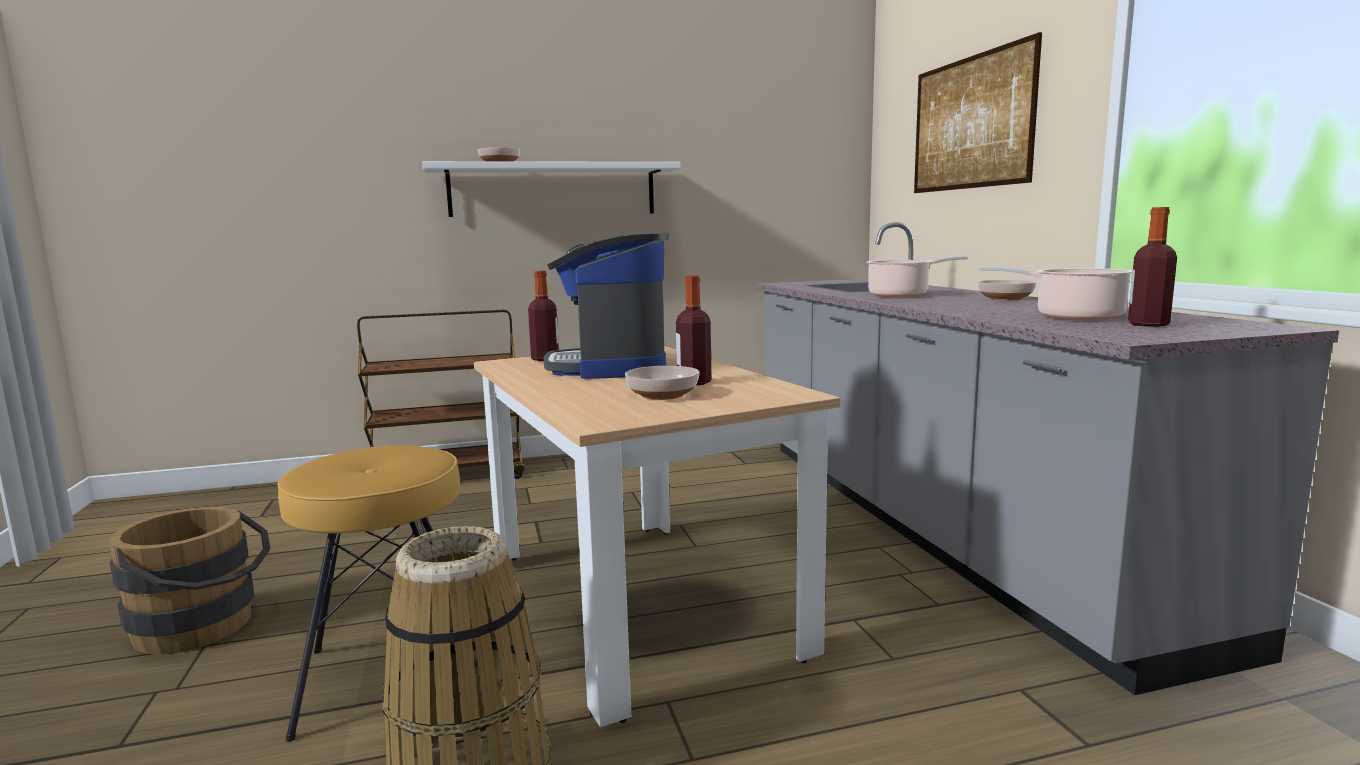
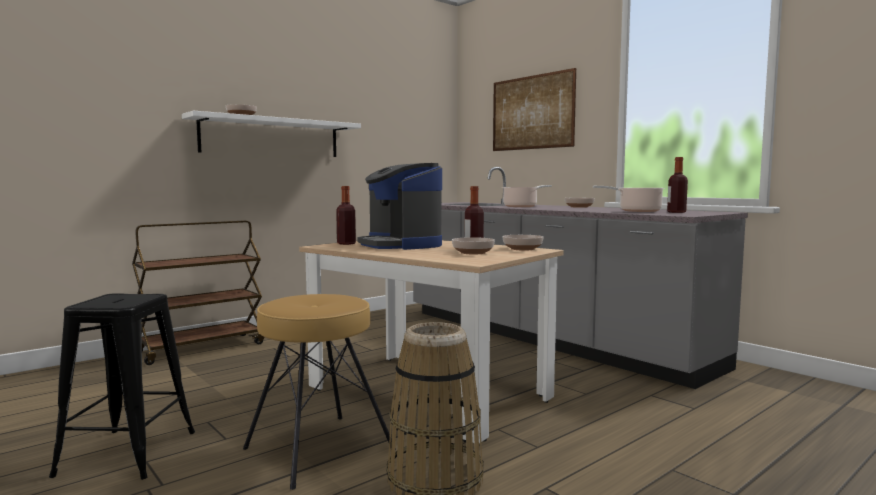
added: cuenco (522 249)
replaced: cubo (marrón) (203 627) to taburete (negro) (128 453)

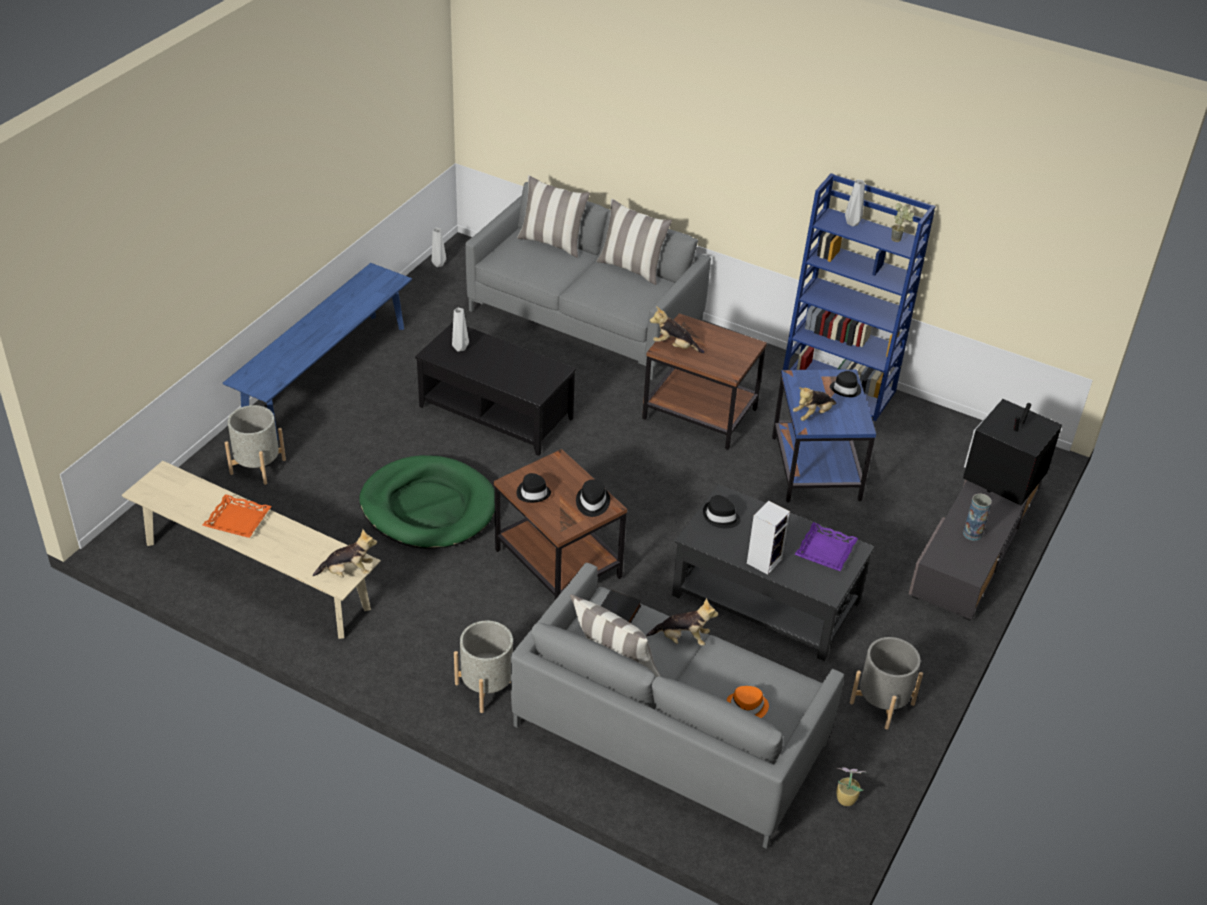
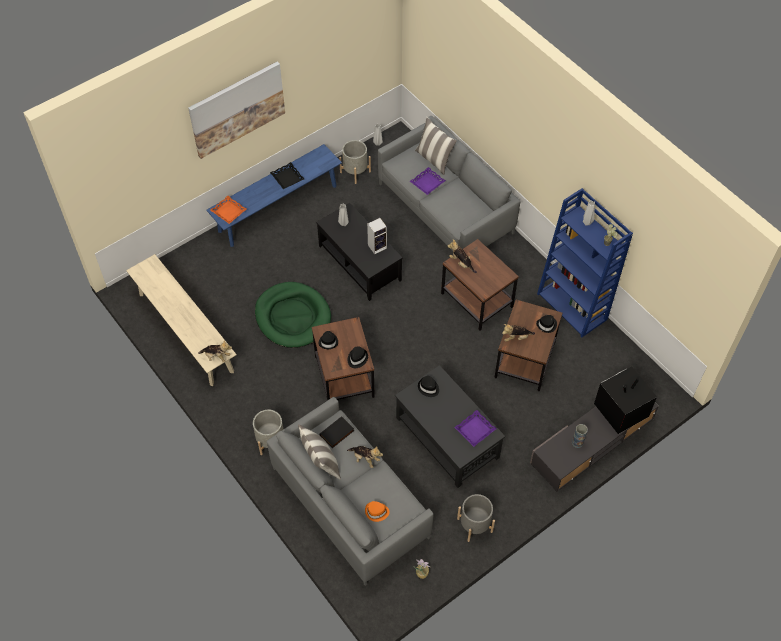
removed: cojín (631 268)
added: cuadro (237 109); bandeja (negro) (287 178); bandeja (morado) (427 183)
moved: bandeja (naranja) (237 521) to (228 212); maceta (gris) (258 466) to (355 172); altavoz (764 560) to (377 246)
recoloured: mesa auxiliar (azul) (816 469) to mesa auxiliar (marrón) (525 360)

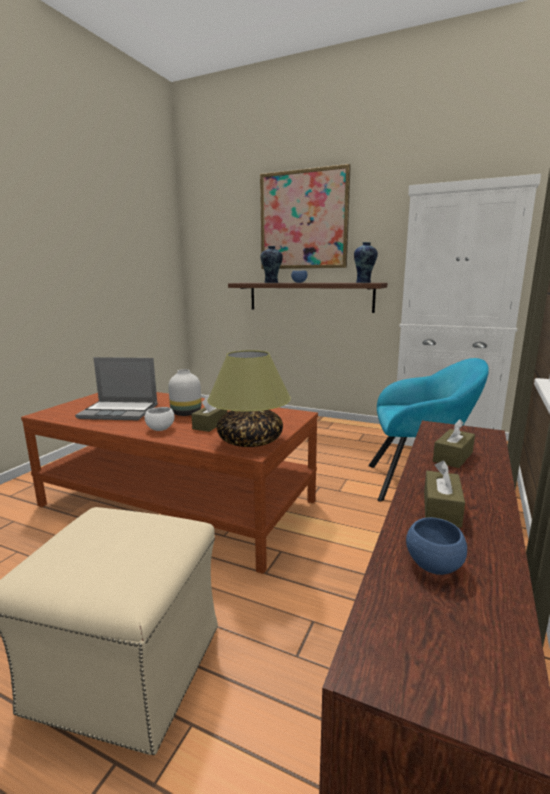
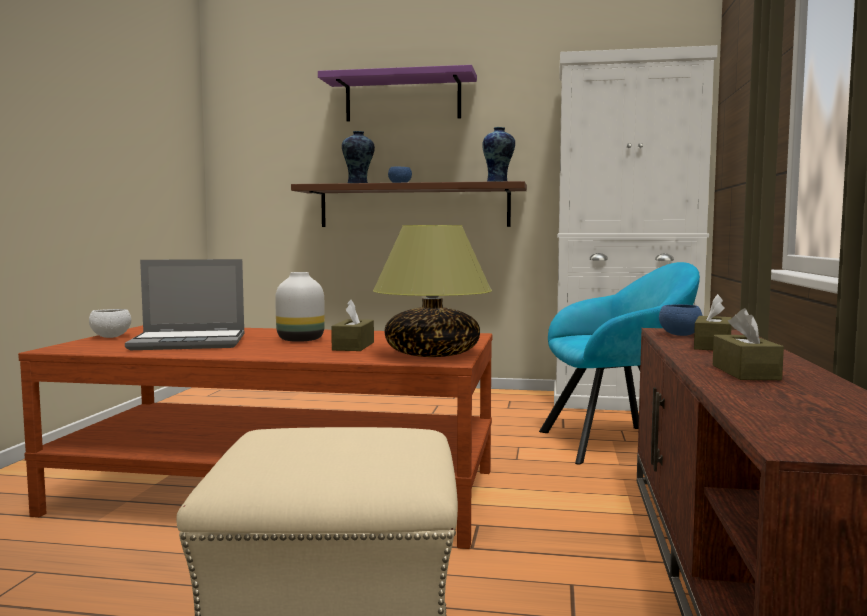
moved: cuenco (blanco) (160 429) to (111 337); cuenco (azul) (433 565) to (679 335)
replaced: cuadro (303 220) to estante (morado) (403 98)

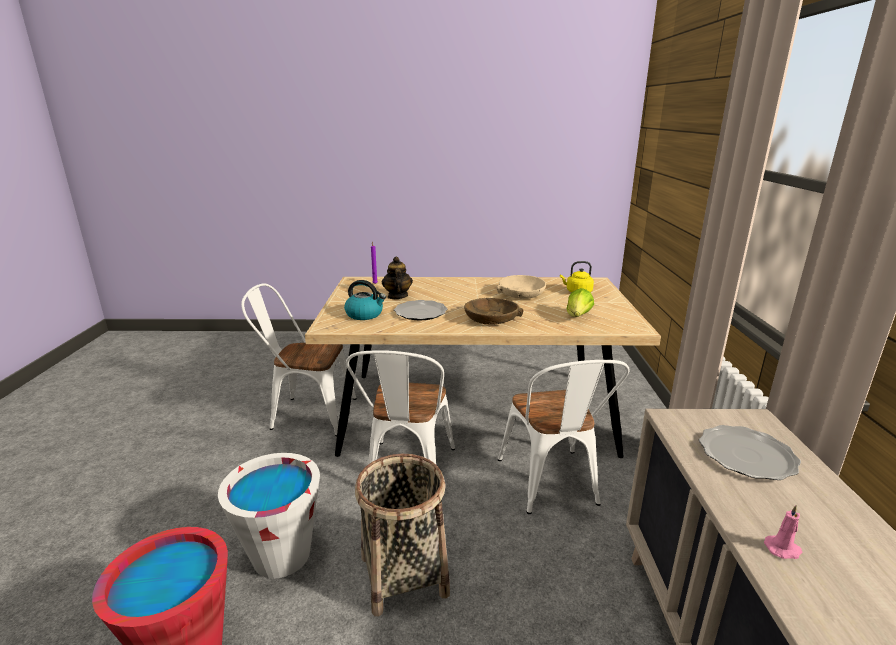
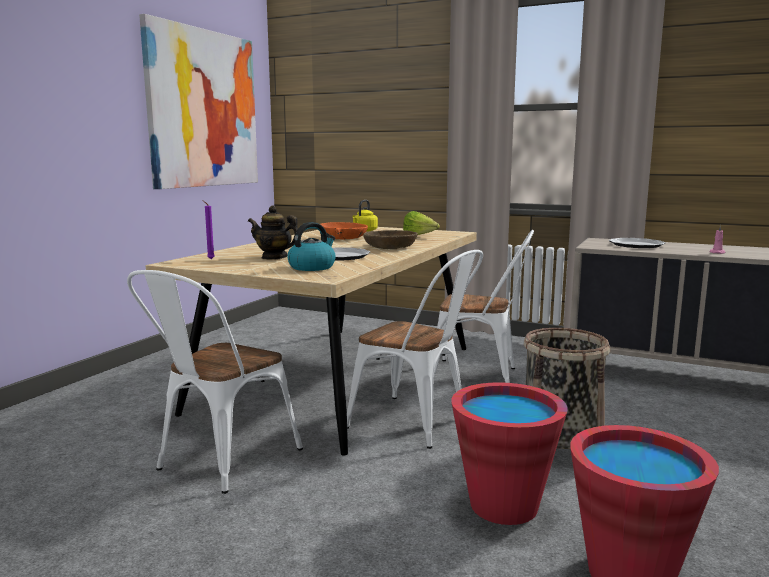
added: cuadro (203 109)
recoloured: cubo (blanco) (282 555) to cubo (rojo) (503 505); cuenco (beis) (521 294) to cuenco (naranja) (343 238)

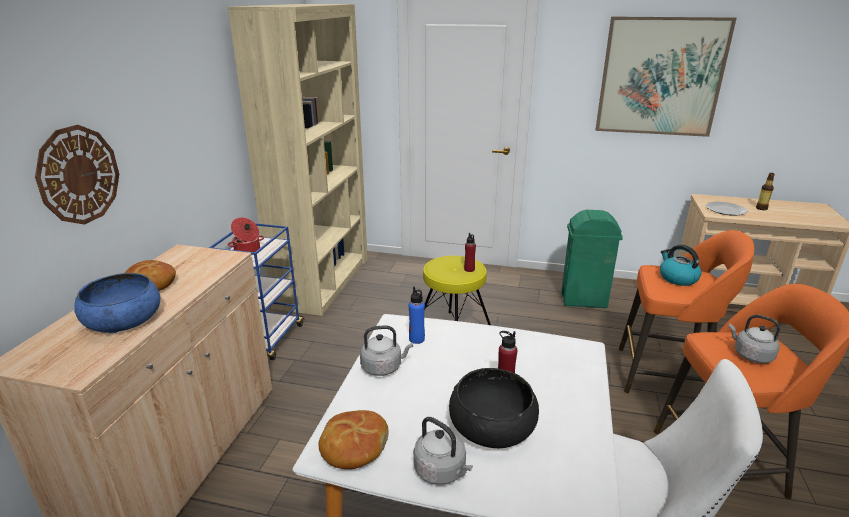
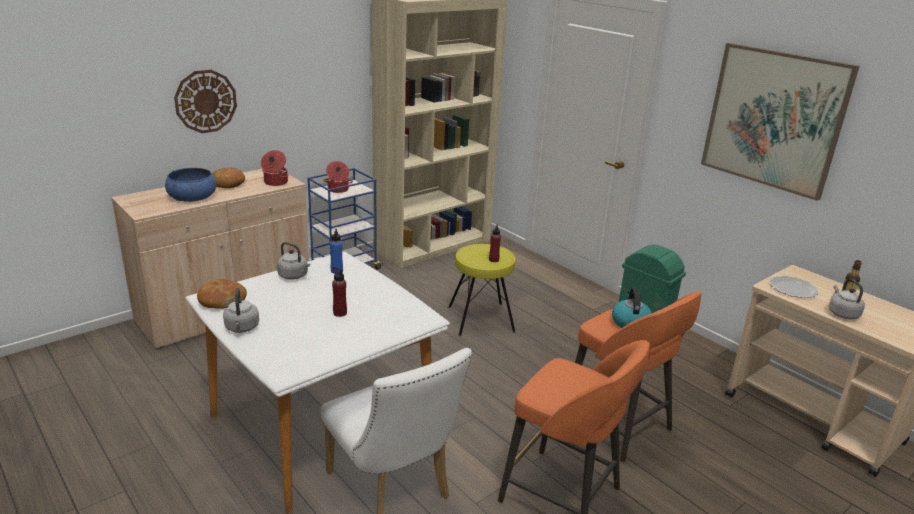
removed: cuenco (negro) (492 425)
added: olla (275 182)
moved: hervidor (gris) (750 355) to (842 313)

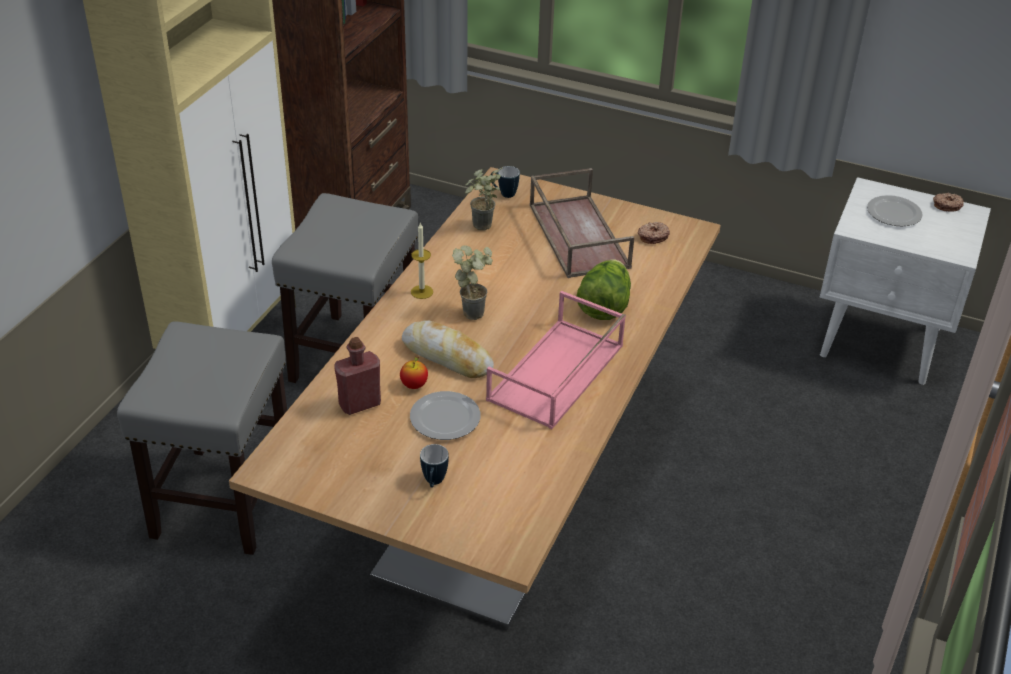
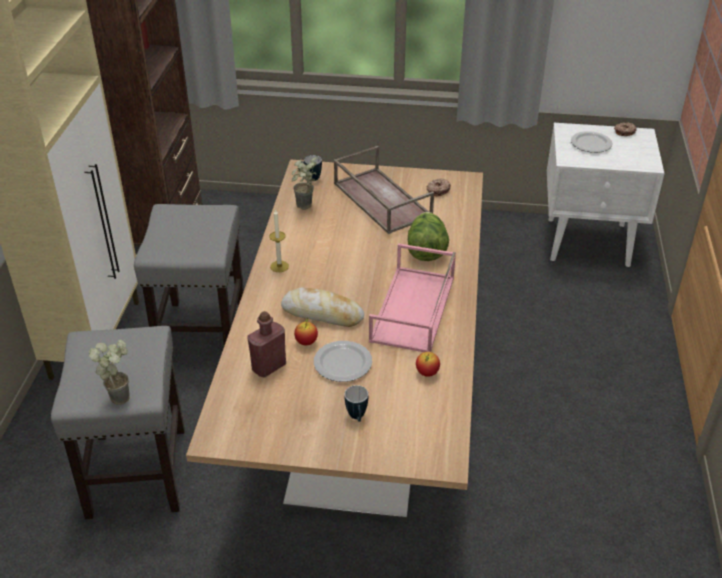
added: manzana (427 373)
moved: planta en maceta (474 310) to (120 394)

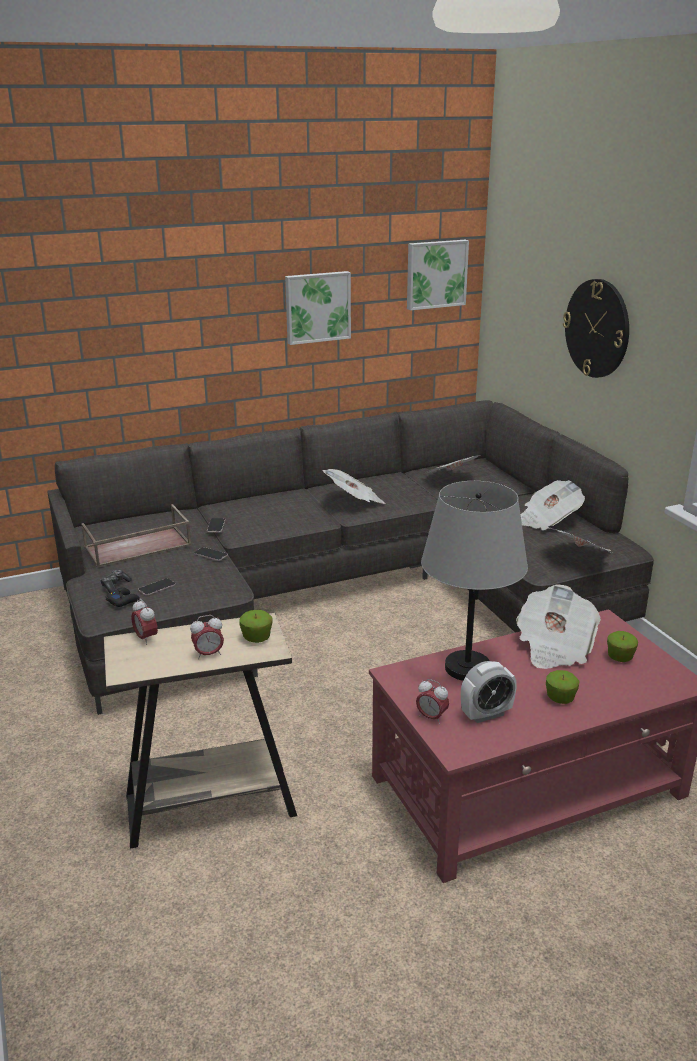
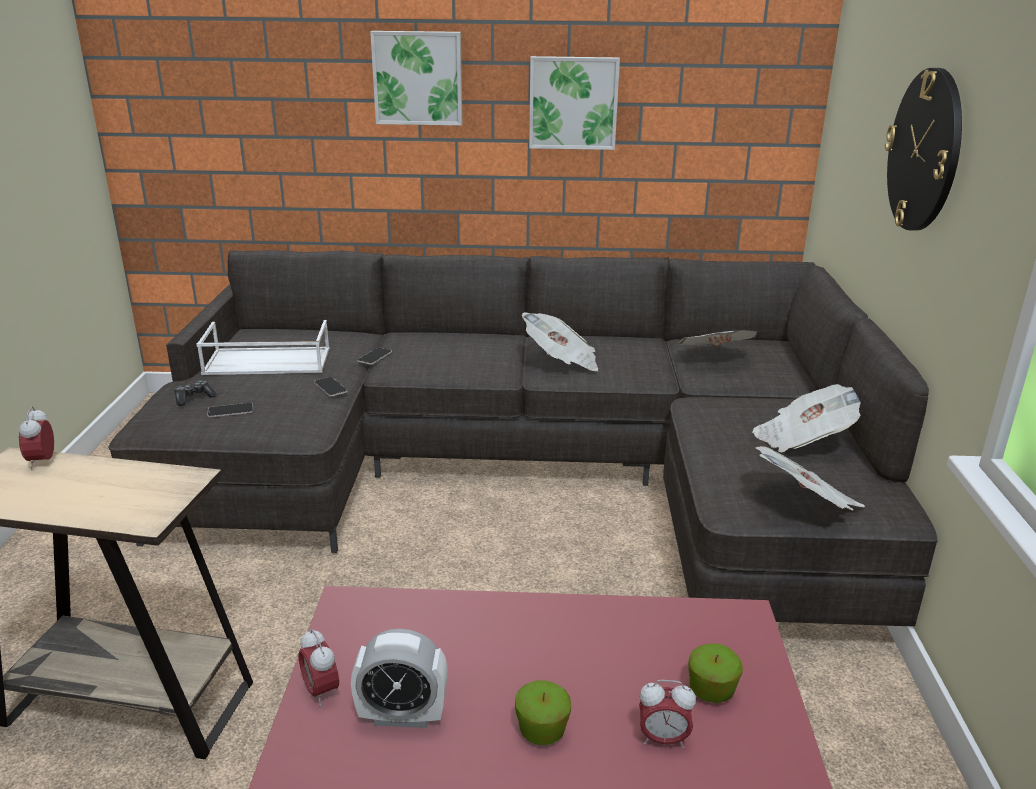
removed: mando de consola (negro) (123 601); manzana (257 638); lámpara de mesa (gris) (466 668); periódico (554 647)
moved: despertador (208 654) to (663 739); cuadro (435 274) to (418 78)
recoloured: bandeja (marrón) (137 547) to bandeja (blanco) (266 362)

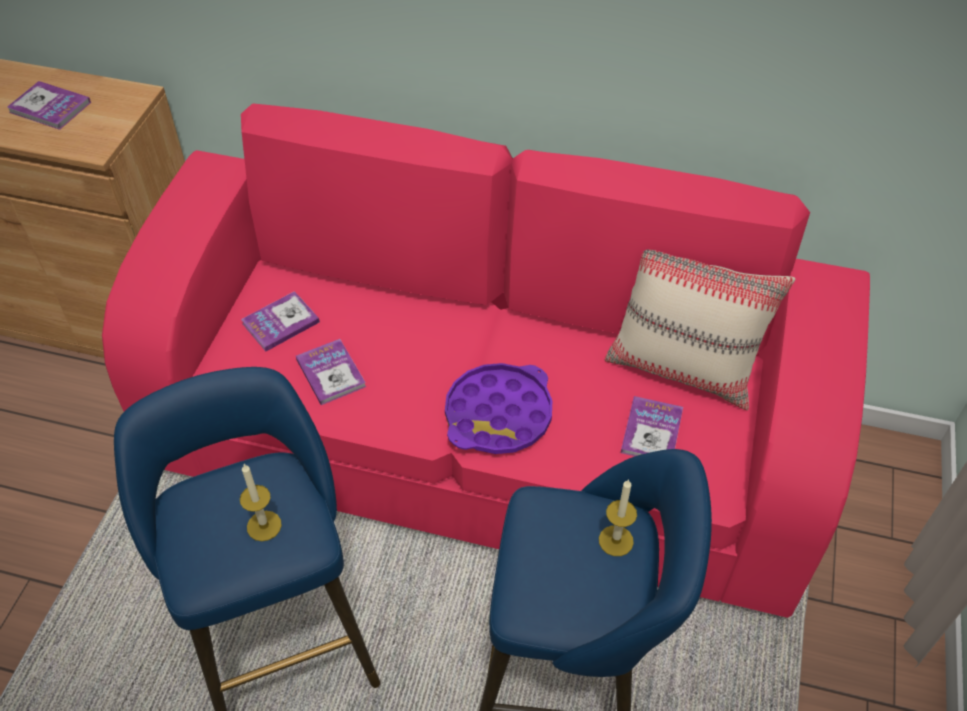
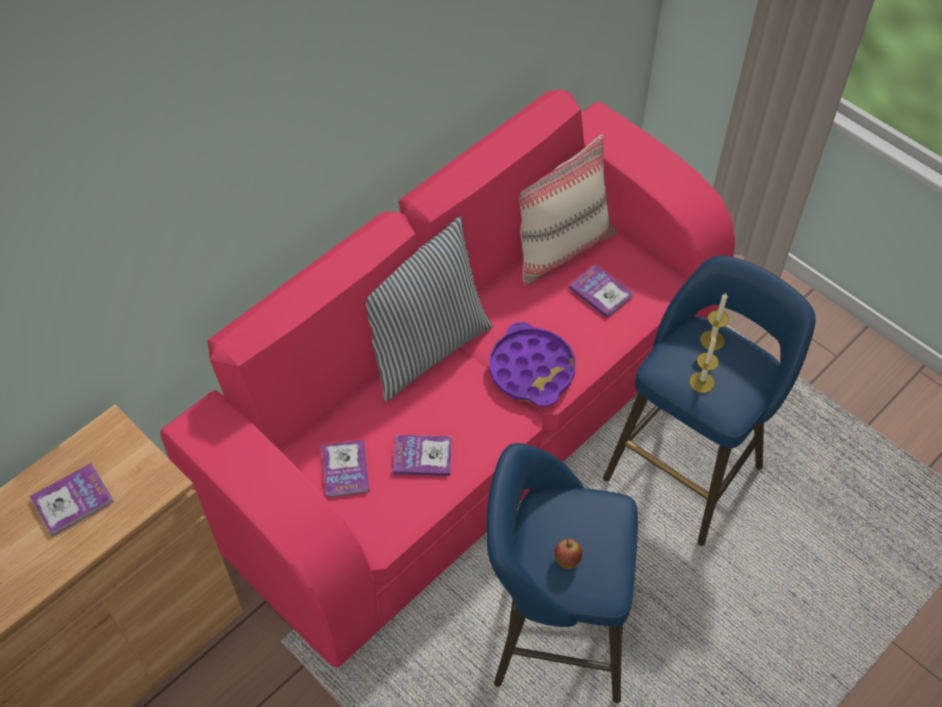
added: cojín (424 348); manzana (567 559)
moved: vela (264 526) to (701 382)

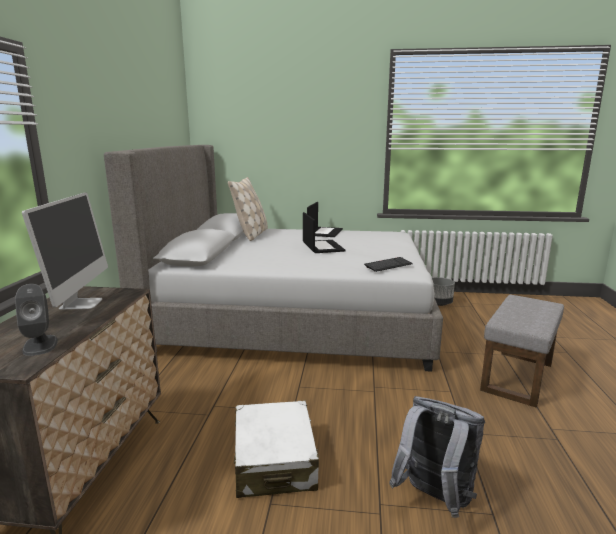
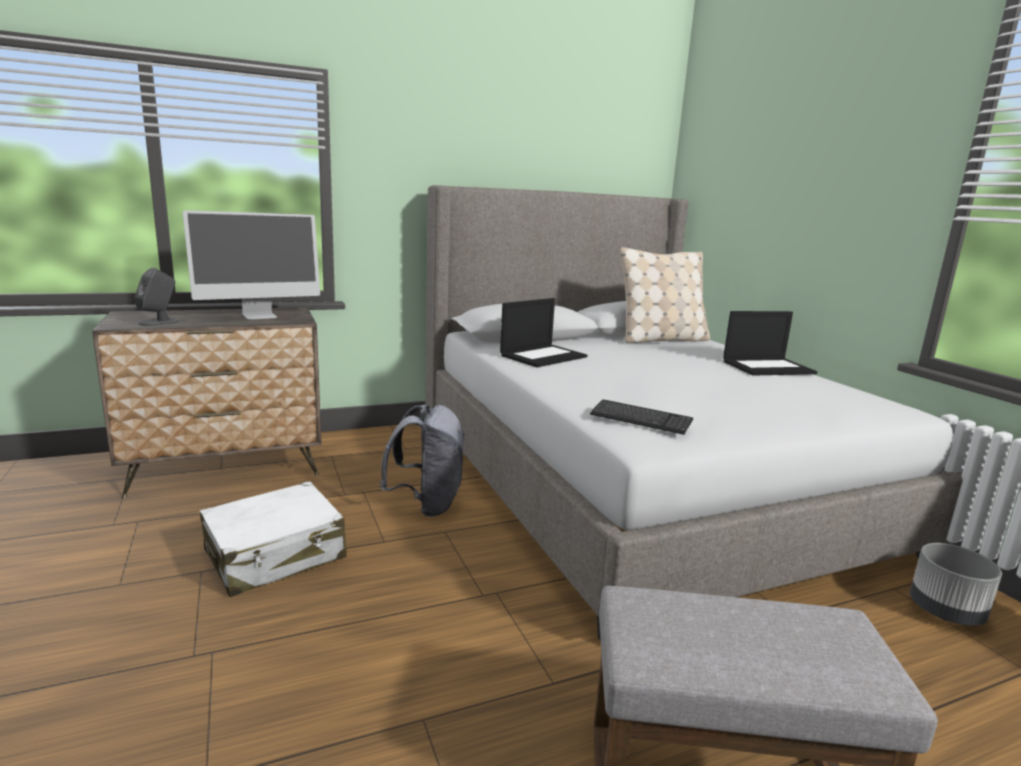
moved: portátil (322 247) to (543 356); mochila (gris) (434 499) to (427 504)

